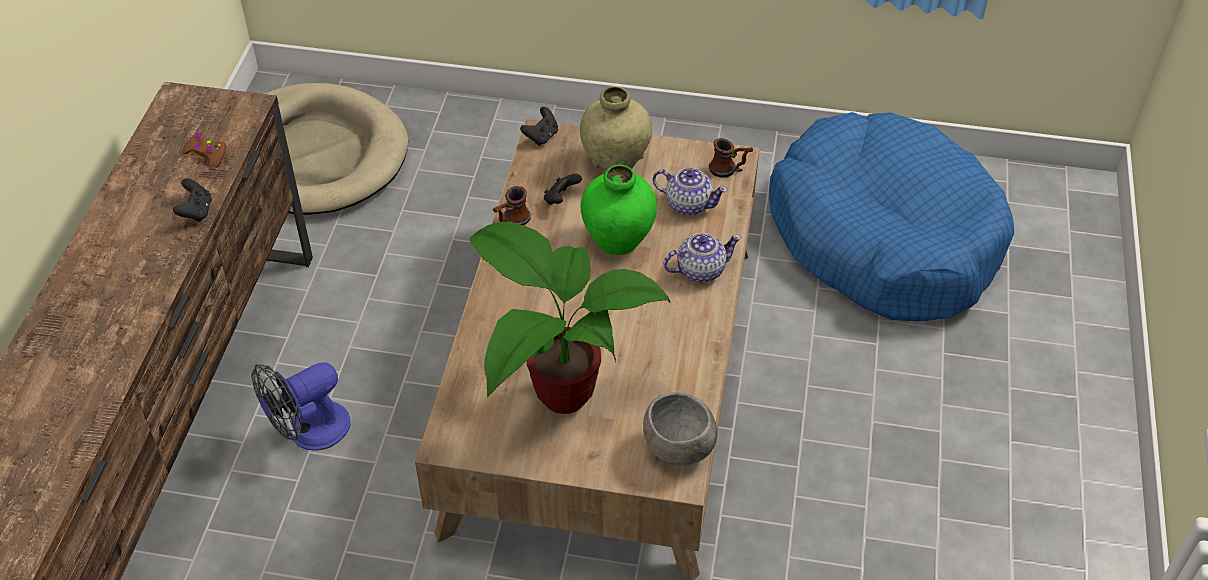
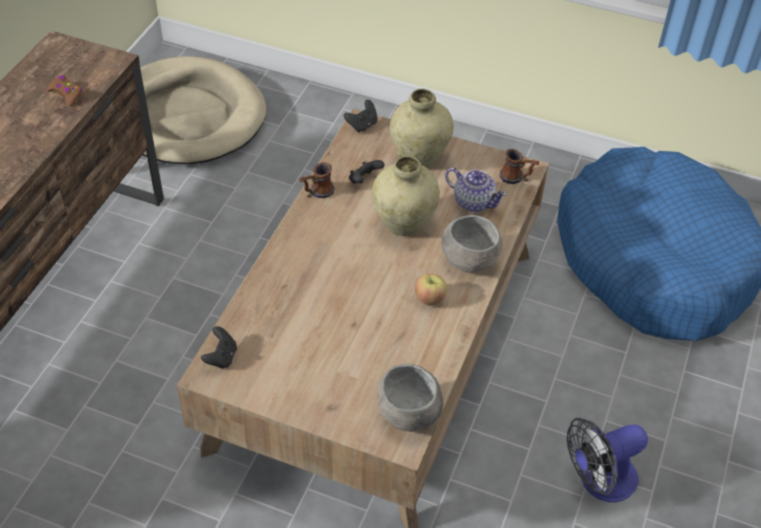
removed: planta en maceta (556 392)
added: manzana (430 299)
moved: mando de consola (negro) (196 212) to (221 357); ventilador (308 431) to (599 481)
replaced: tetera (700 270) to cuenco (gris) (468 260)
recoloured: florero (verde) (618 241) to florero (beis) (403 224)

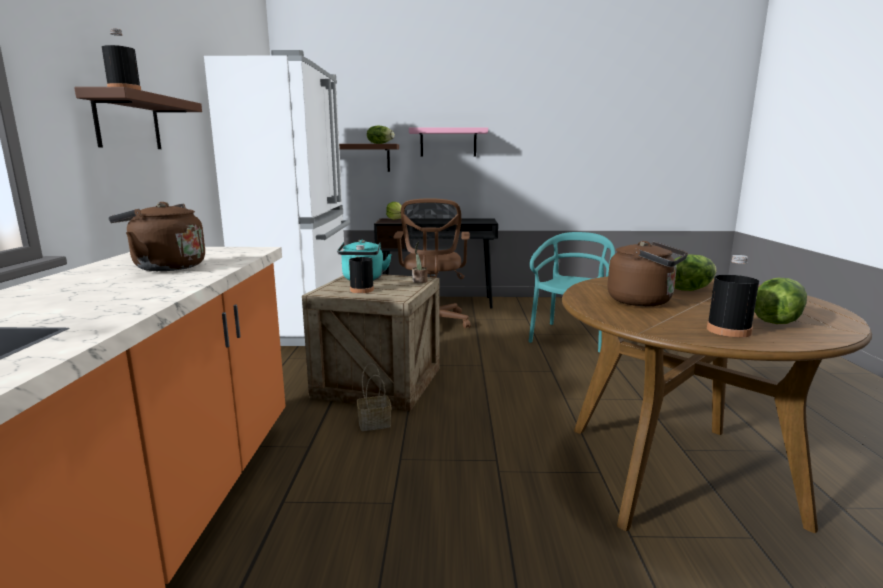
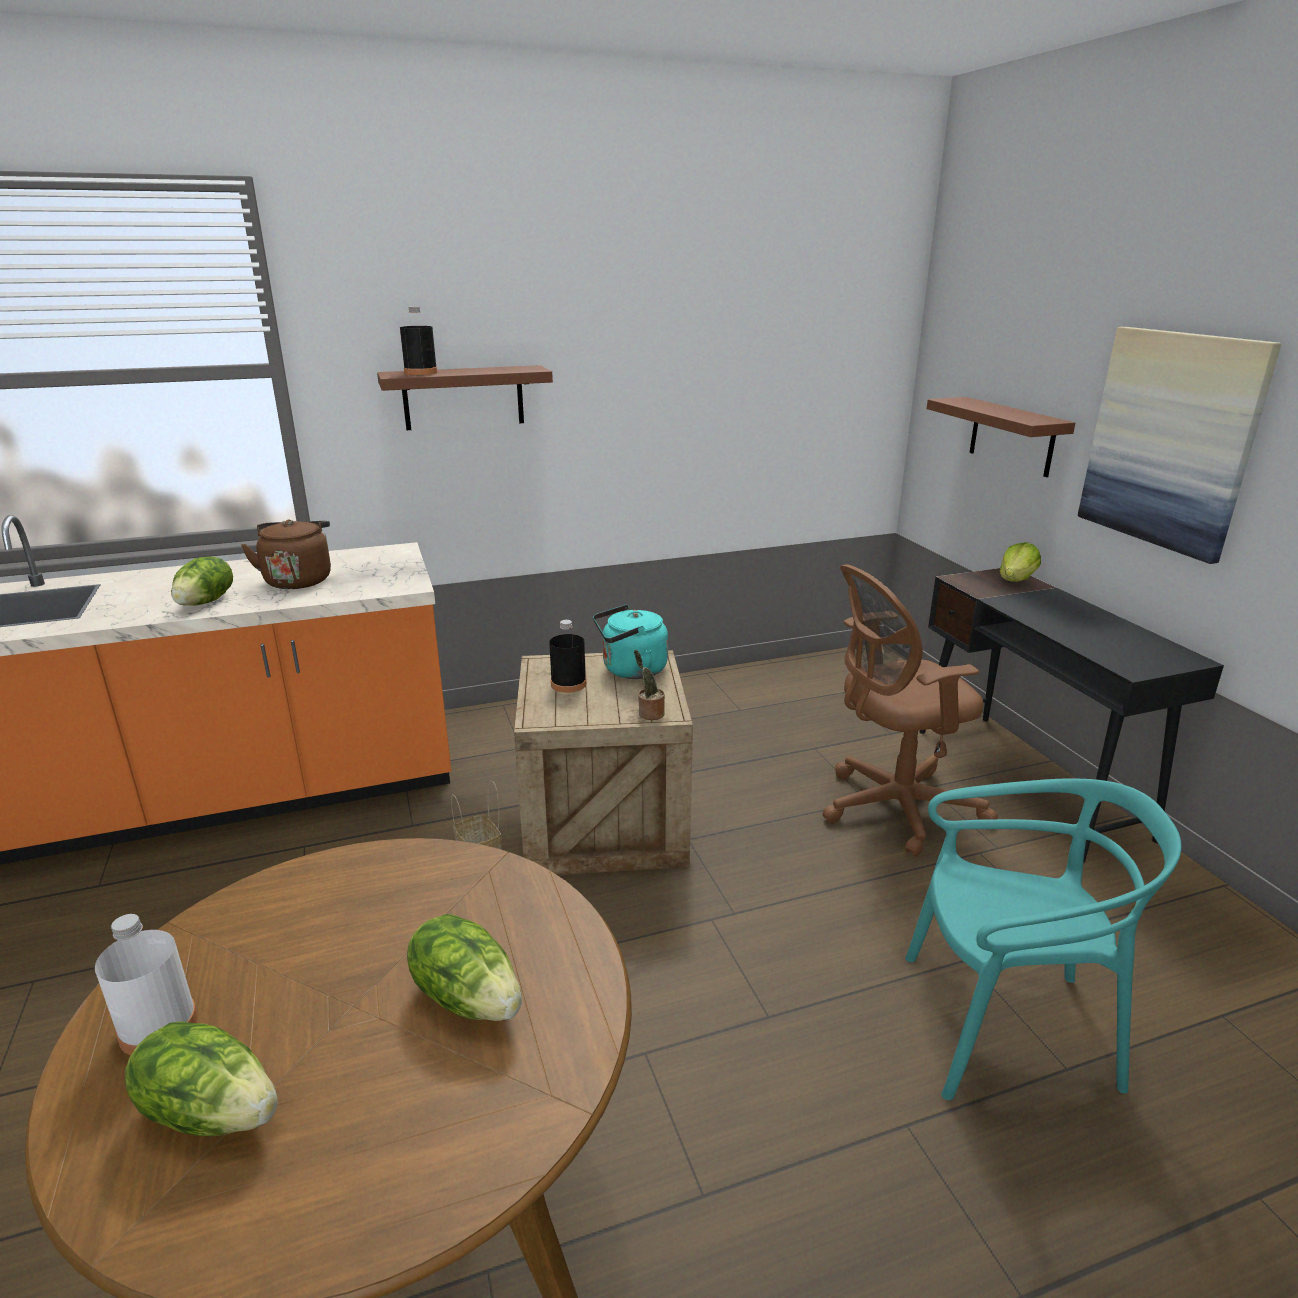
removed: nevera (blanco) (302 325); hervidor (marrón) (644 301)
moved: lechuga (380 143) to (207 602)
replaced: estante (rosa) (448 142) to cuadro (1171 440)
recoloured: botella (negro) (728 330) to botella (blanco) (158 1027)

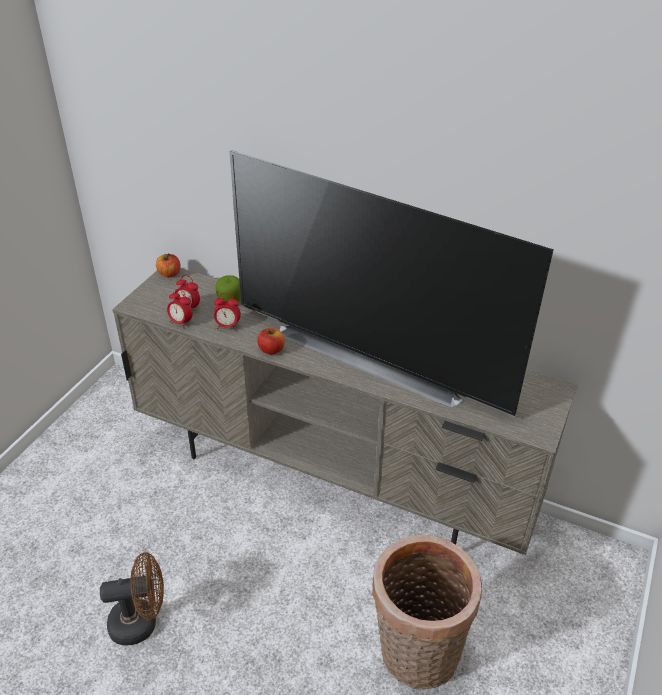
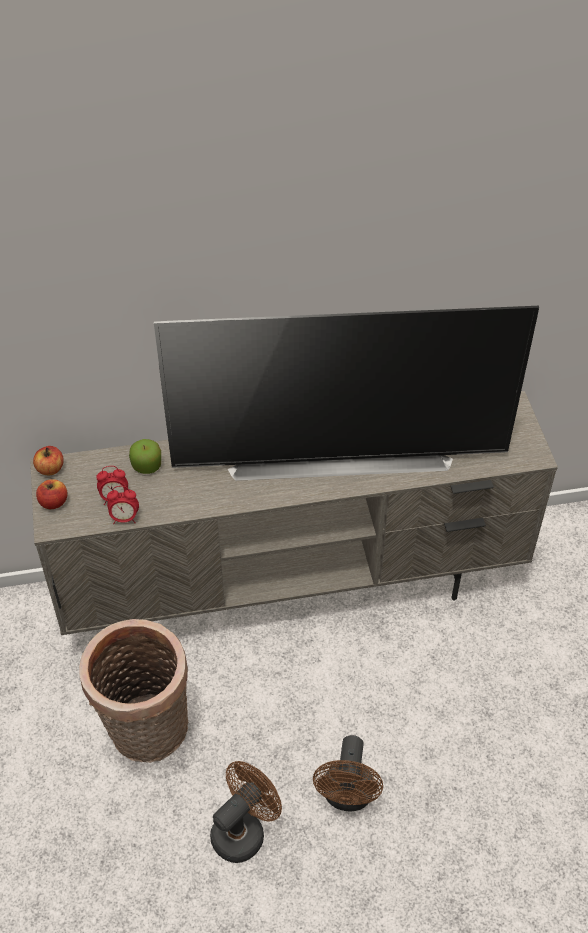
removed: despertador (227 326)
added: ventilador (marrón) (347 797)
moved: manzana (271 350) to (53 502); cesta (415 657) to (147 733)

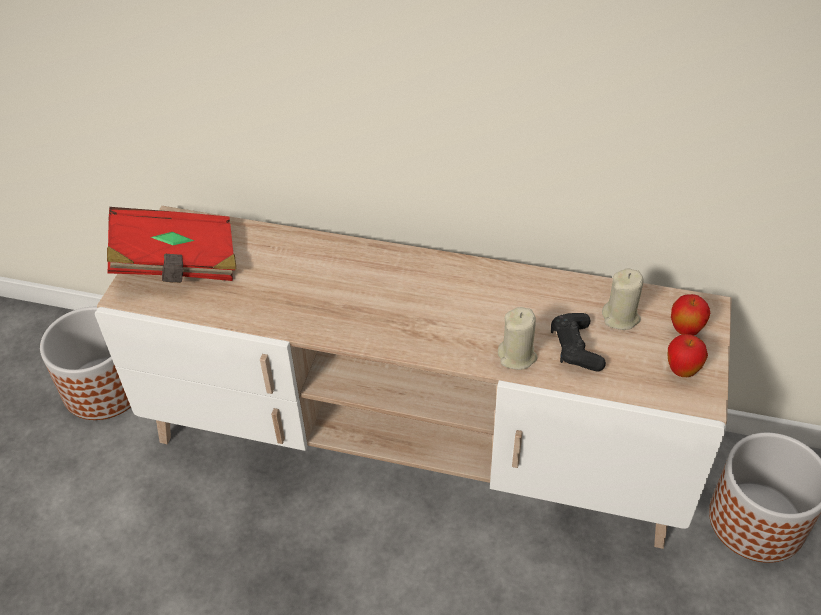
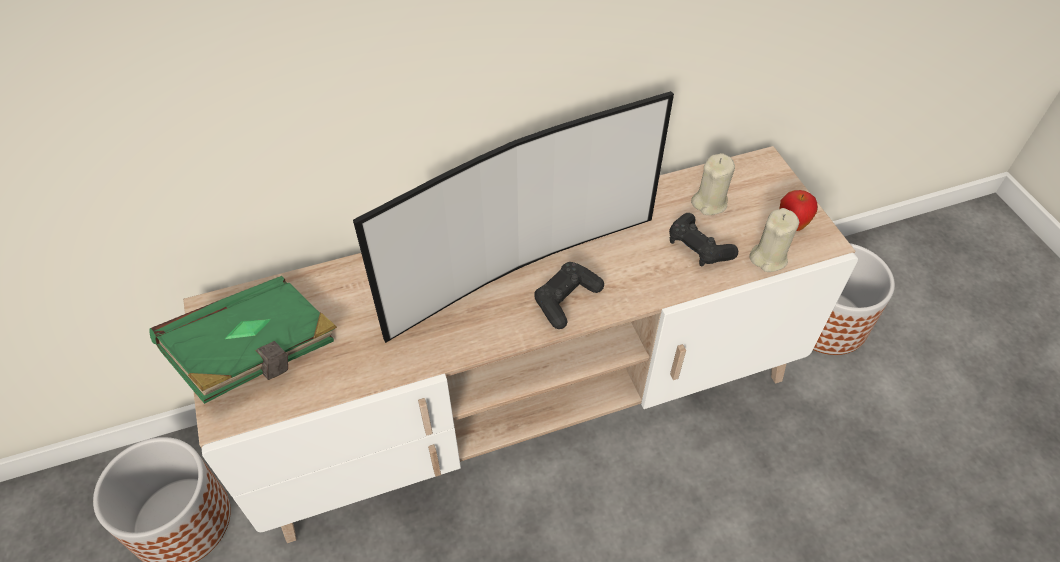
removed: manzana (685 330)
added: televisor (519 268); mando de consola (negro) (566 299)
moved: vela (beis) (517 356) to (768 257)
recoloured: libro (rojo) (177 264) to libro (verde) (256 353)

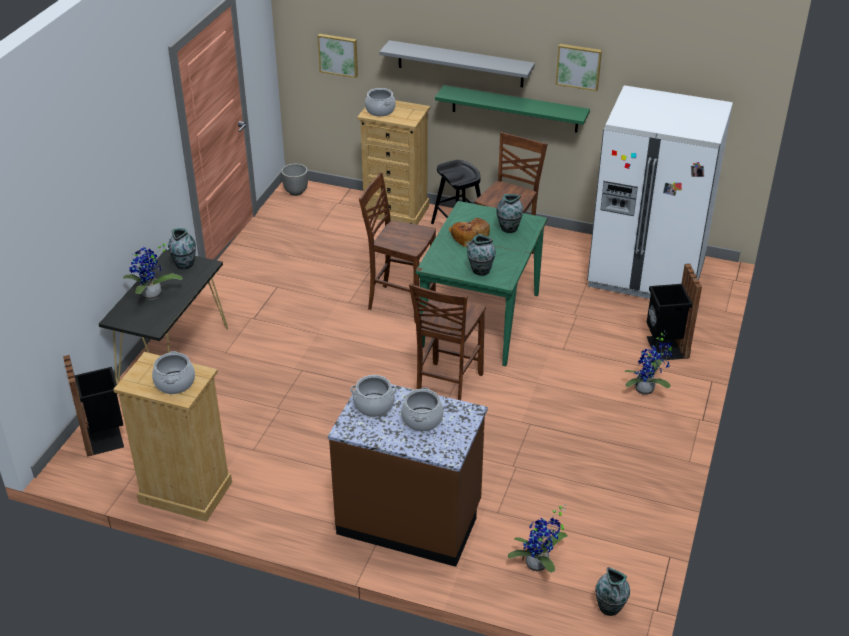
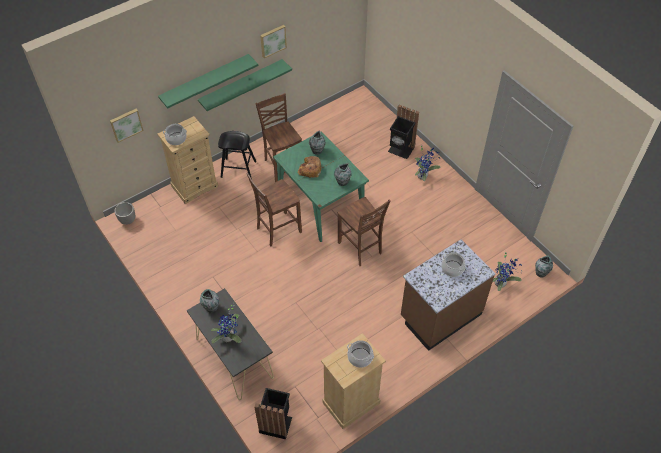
removed: olla (374 405); nevera (blanco) (646 273)
recoloured: estante (gris) (460 64) to estante (verde) (205 81)

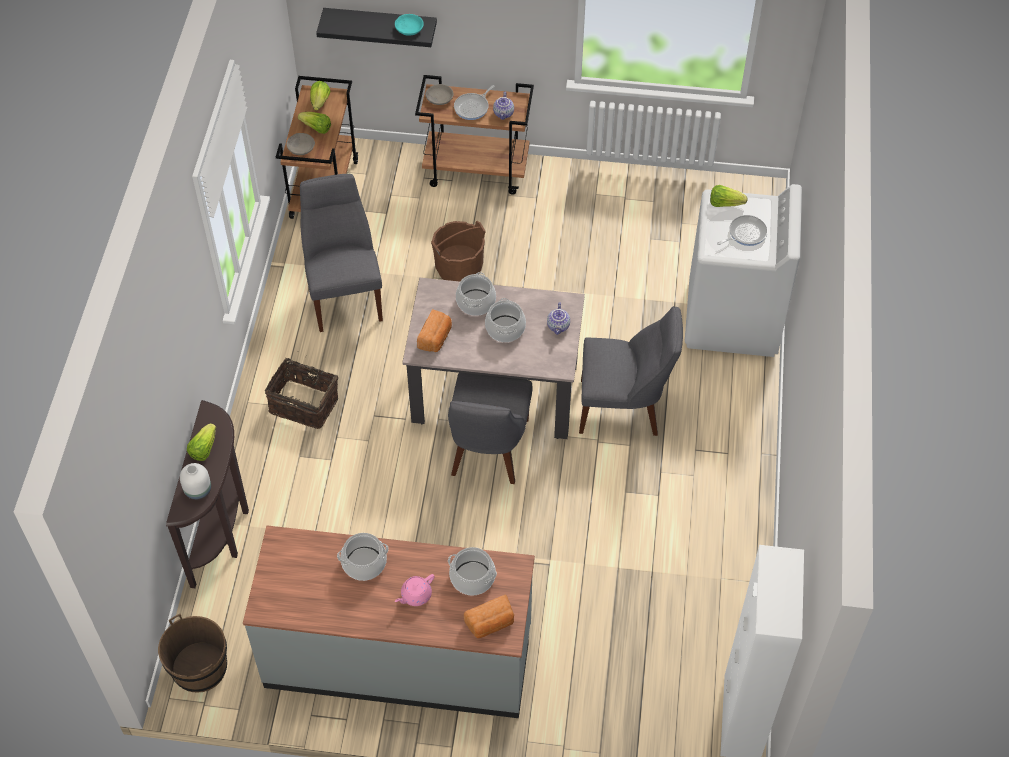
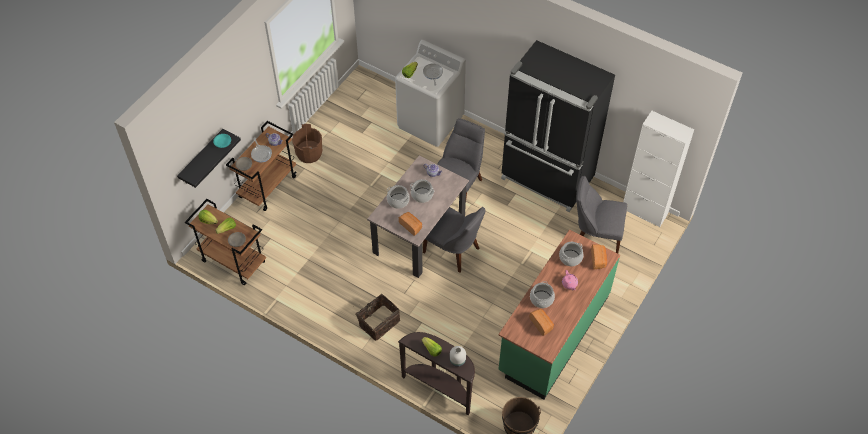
added: nevera (negro) (546 179); pan (541 324)
moved: silla (gris) (344 294) to (595 236); cubo (marrón) (459 268) to (309 153)
recoloured: mueble bajo de cocina (gris) (399 656) to mueble bajo de cocina (verde) (553 333)

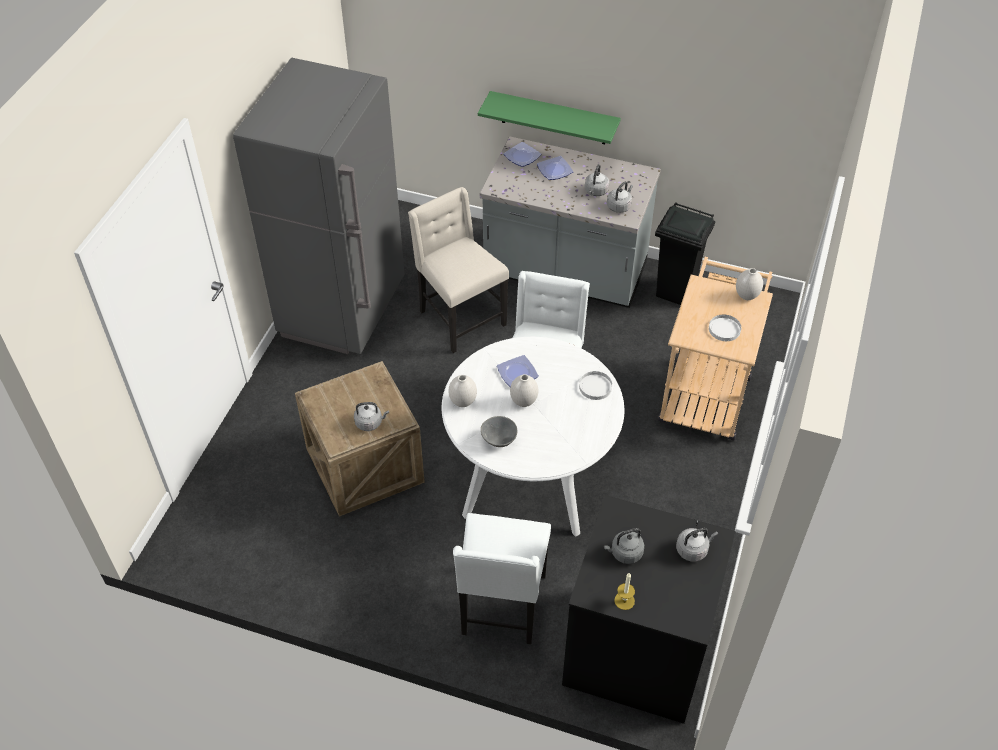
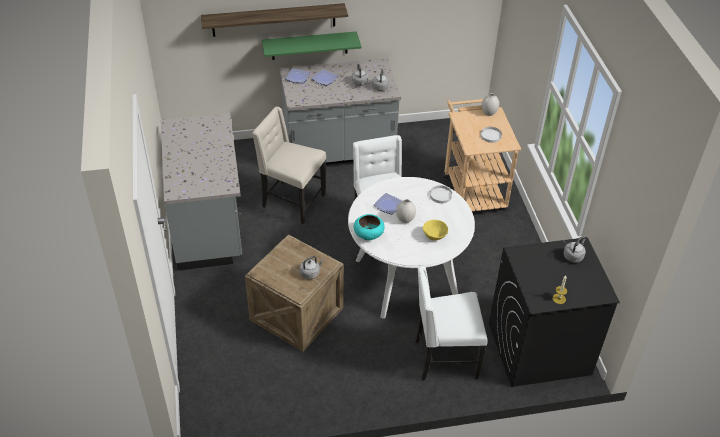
removed: cuenco (gris) (498 441); hervidor (gris) (625 553); papelera (negro) (675 293)
added: estante (274 20); cuenco (amarillo) (434 237)
replaced: nevera (gris) (343 309) to mueble bajo de cocina (gris) (209 224); florero (blanco) (463 402) to cuenco (turquesa) (368 234)
turned: silla (blanco) (502 606) = (444 359) 105 degrees clockwise

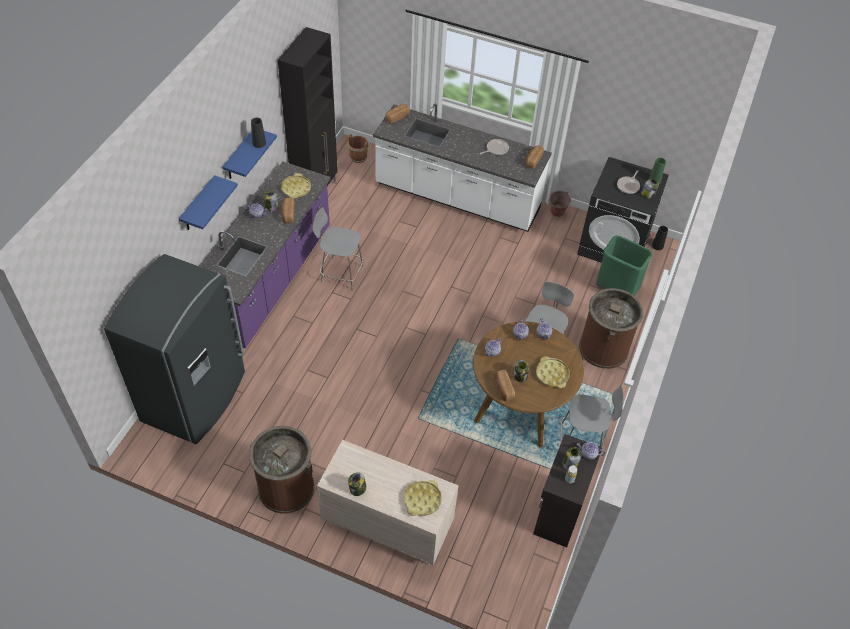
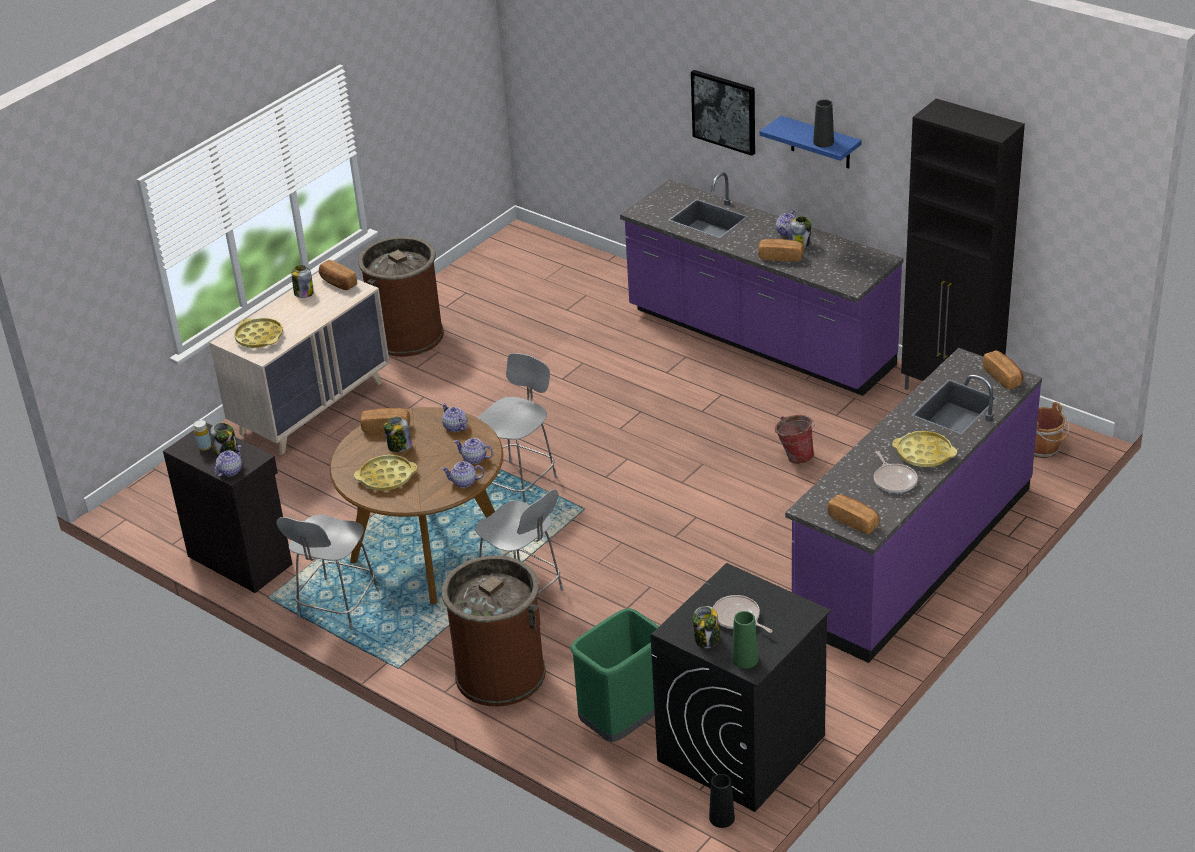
removed: nevera (gris) (196 397)
added: pan (338 283)
moved: bandeja (amarillo) (296 188) to (924 454); silla (gris) (340 273) to (519 483); cubo (556 214) to (794 456)
replaced: estante (azul) (198 205) to cuadro (724 111)
recoloured: mueble bajo de cocina (blanco) (457 198) to mueble bajo de cocina (morado) (912 554)

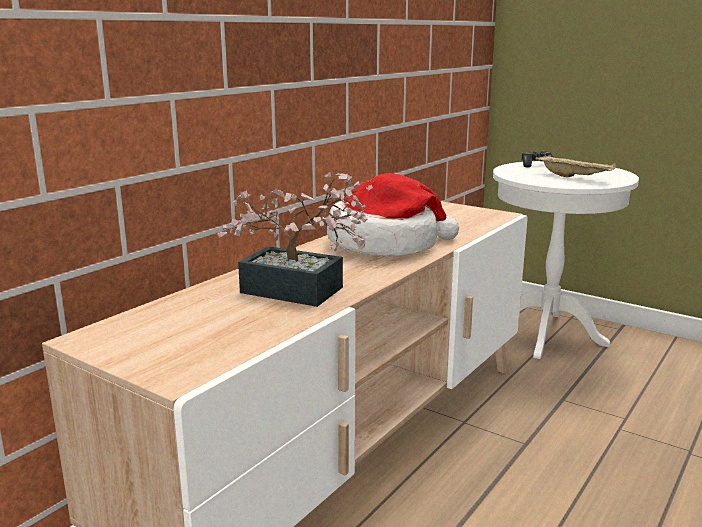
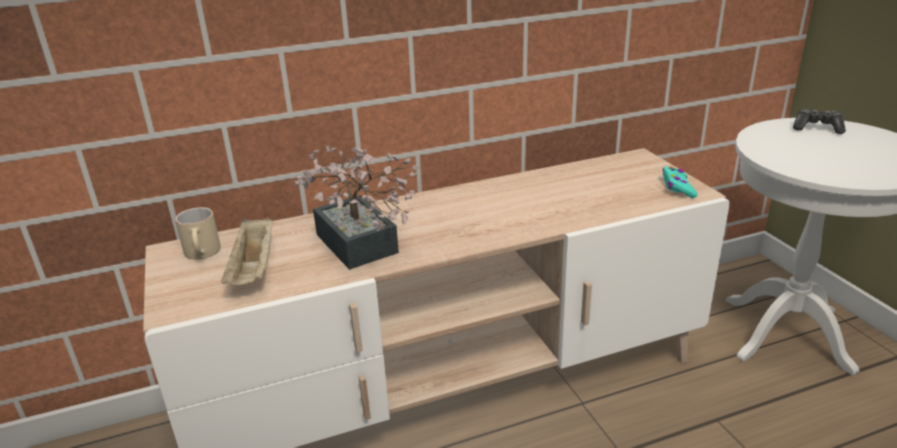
removed: sombrero (386 244)
added: taza grande (beis) (203 254); mando de consola (turquesa) (677 187)
moved: bandeja (beis) (575 177) to (254 268)

